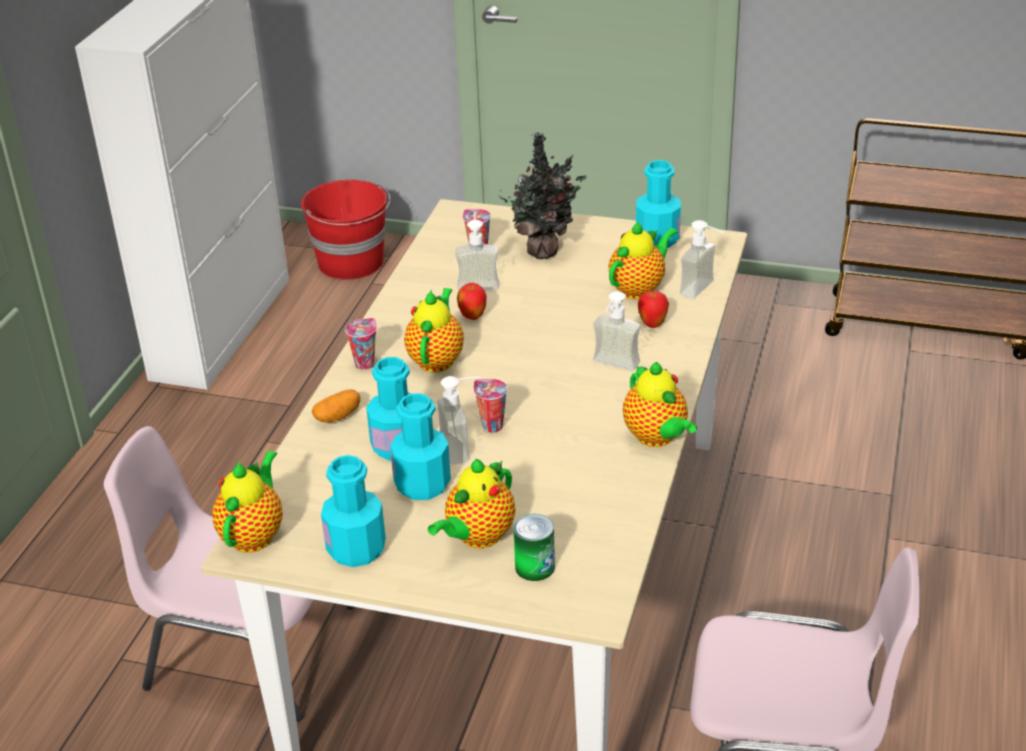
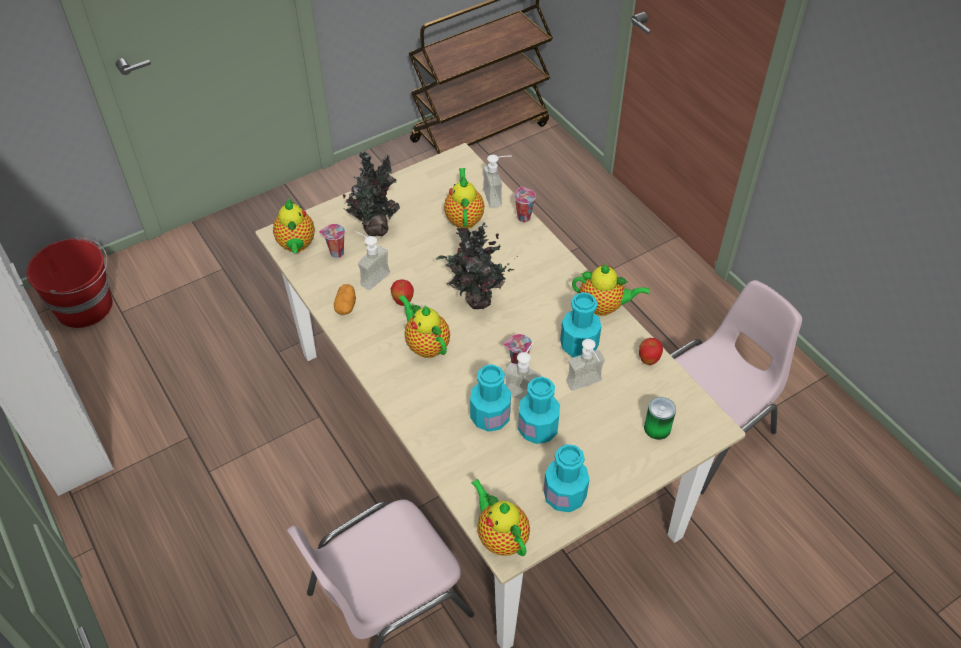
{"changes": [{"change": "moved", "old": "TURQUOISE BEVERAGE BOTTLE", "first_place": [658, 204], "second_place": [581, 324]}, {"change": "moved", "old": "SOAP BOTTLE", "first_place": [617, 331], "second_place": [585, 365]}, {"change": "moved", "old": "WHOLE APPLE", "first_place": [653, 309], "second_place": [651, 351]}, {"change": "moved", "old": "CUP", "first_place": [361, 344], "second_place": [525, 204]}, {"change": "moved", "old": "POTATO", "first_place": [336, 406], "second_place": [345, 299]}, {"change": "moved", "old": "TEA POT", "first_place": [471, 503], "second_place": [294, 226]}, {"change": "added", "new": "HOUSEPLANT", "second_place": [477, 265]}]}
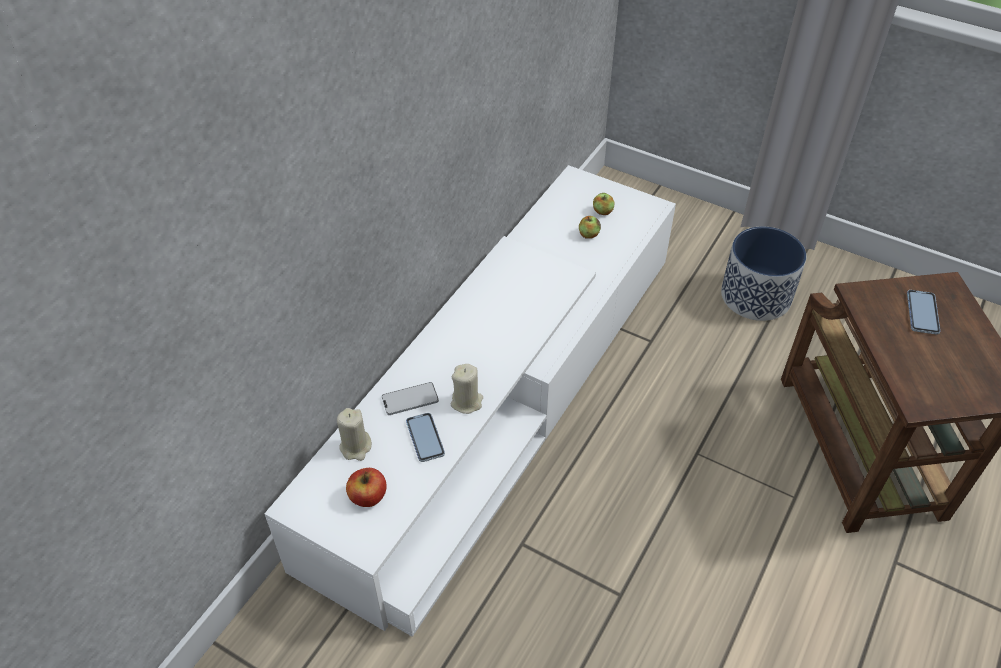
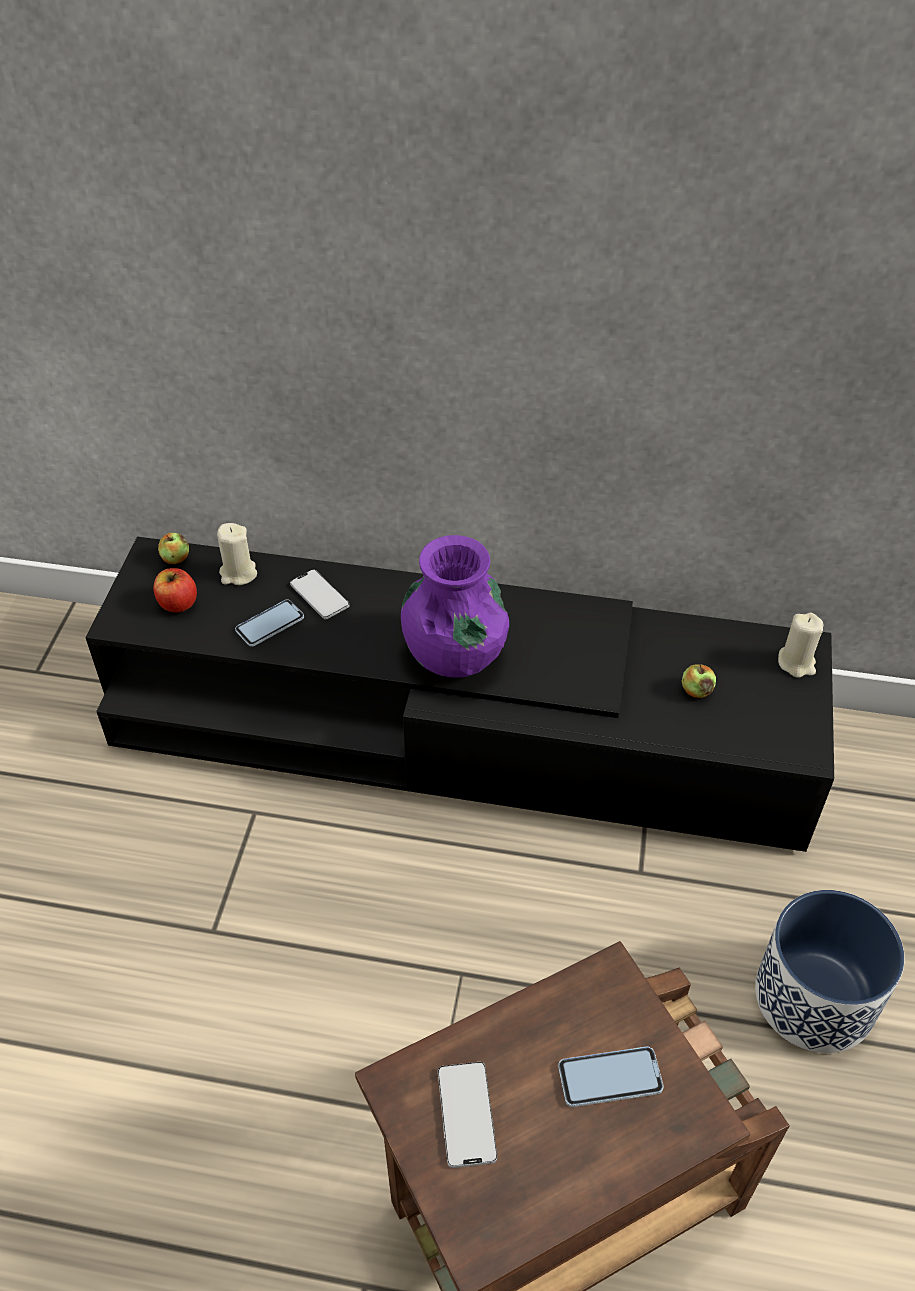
{"changes": [{"change": "recoloured", "old": "WHITE-COLOURED TV STAND", "new": "BLACKISH TV STAND", "first_place": [470, 401], "second_place": [459, 694]}, {"change": "moved", "old": "WHOLE APPLE", "first_place": [603, 204], "second_place": [173, 548]}, {"change": "moved", "old": "SAND-COLOURED CANDLE", "first_place": [467, 389], "second_place": [800, 645]}, {"change": "added", "new": "PURPLISH DECORATIVE VASE", "second_place": [455, 606]}, {"change": "added", "new": "HANDSET", "second_place": [467, 1115]}]}
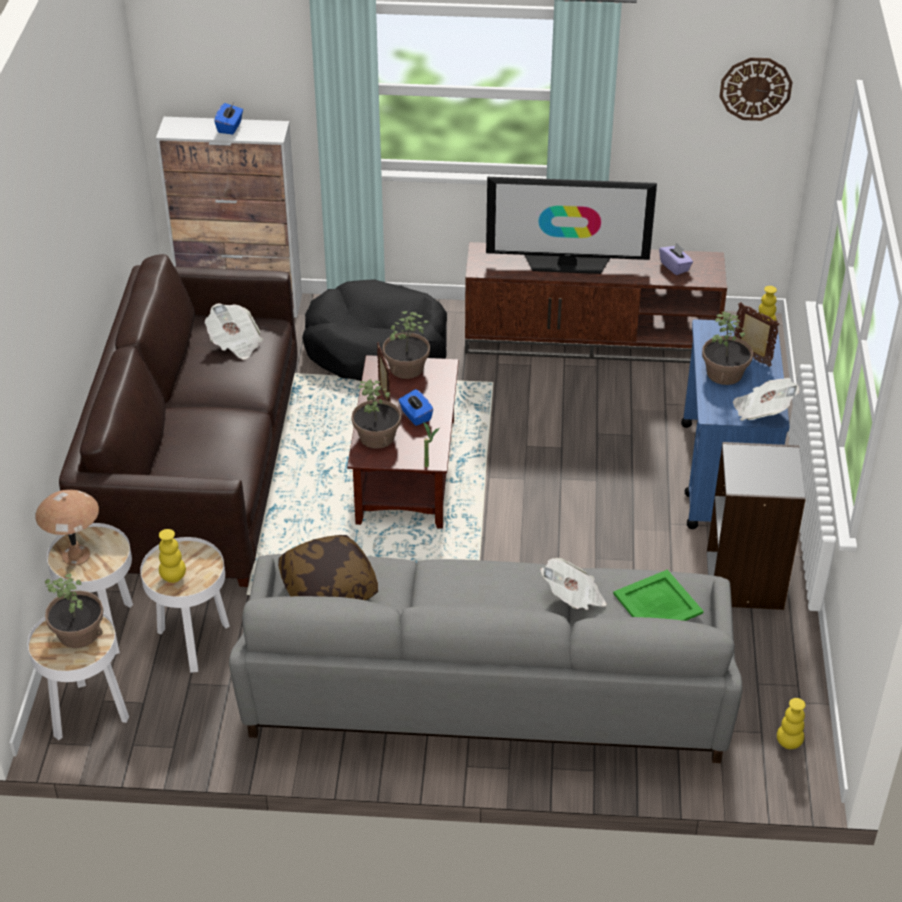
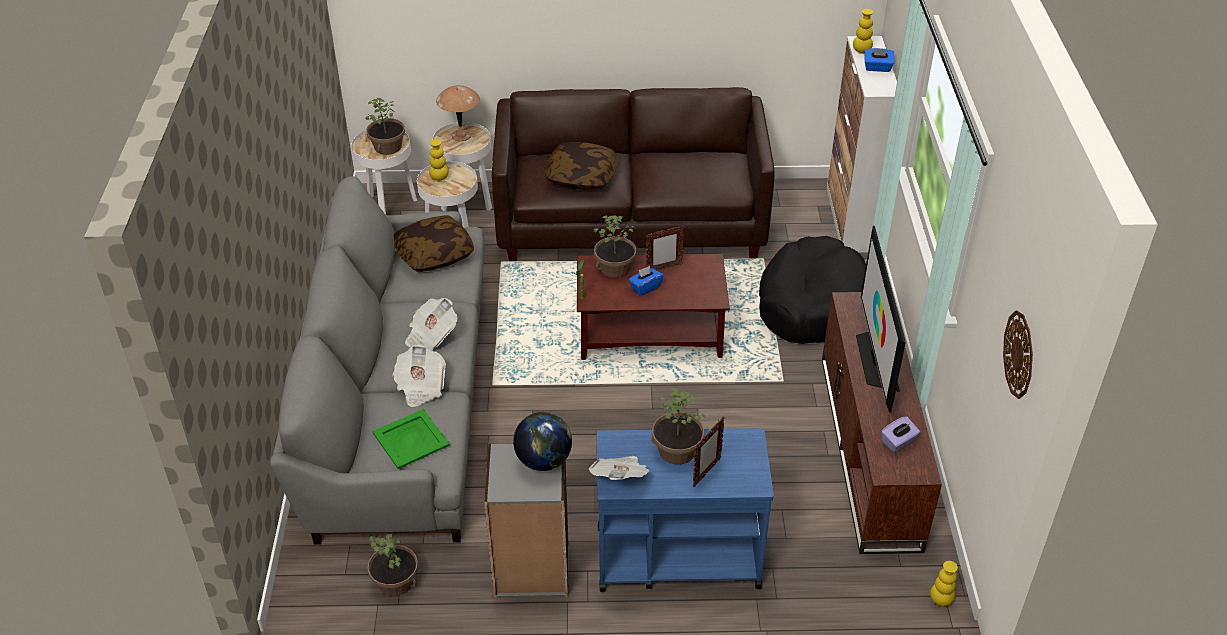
{"changes": [{"change": "moved", "old": "NEWSPAPER", "first_place": [234, 331], "second_place": [431, 324]}, {"change": "moved", "old": "HOUSEPLANT", "first_place": [406, 345], "second_place": [393, 565]}, {"change": "moved", "old": "YELLOWISH DECORATIVE VASE", "first_place": [791, 723], "second_place": [863, 31]}, {"change": "added", "new": "CUSHION", "second_place": [581, 166]}, {"change": "added", "new": "DESK GLOBE", "second_place": [542, 441]}]}
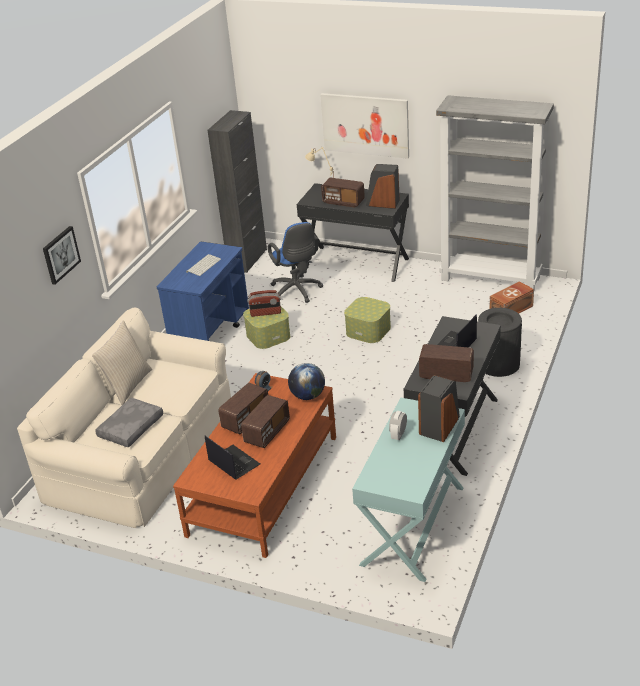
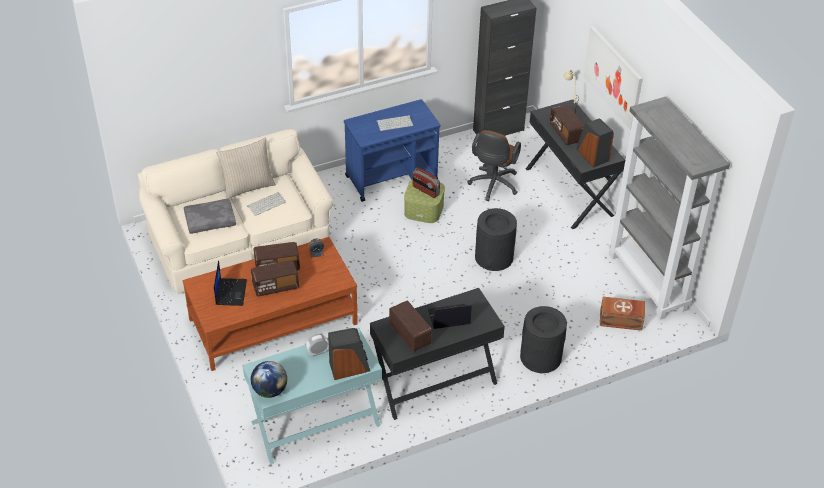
{"changes": [{"change": "recoloured", "old": "BLUISH DESK CHAIR", "new": "BROWN DESK CHAIR", "first_place": [295, 262], "second_place": [494, 165]}, {"change": "removed", "old": "WALL ART", "first_place": [62, 255]}, {"change": "replaced", "old": "STORAGE BOX", "new": "BLACKISH TRASH CAN", "first_place": [367, 320], "second_place": [496, 239]}, {"change": "moved", "old": "DESK GLOBE", "first_place": [306, 381], "second_place": [269, 379]}, {"change": "added", "new": "KEYBOARD", "second_place": [266, 204]}]}
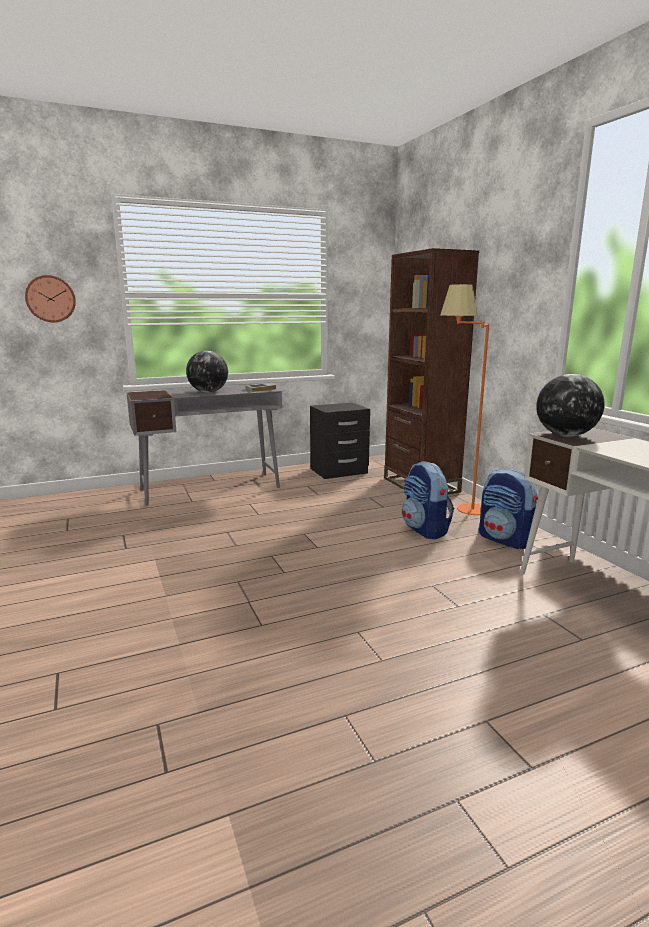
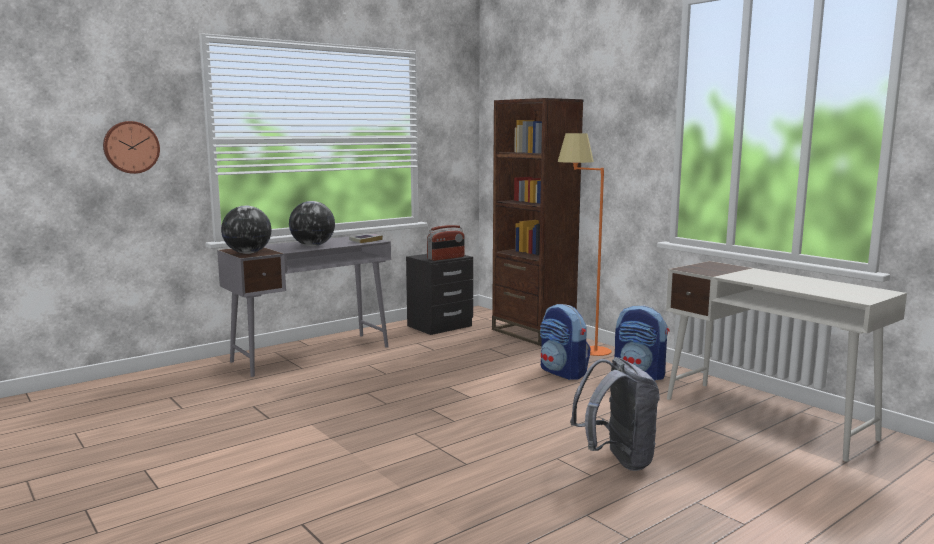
{"changes": [{"change": "moved", "old": "DESK GLOBE", "first_place": [570, 405], "second_place": [246, 230]}, {"change": "added", "new": "RADIO SET", "second_place": [446, 243]}, {"change": "added", "new": "GRAY KNAPSACK", "second_place": [615, 414]}]}
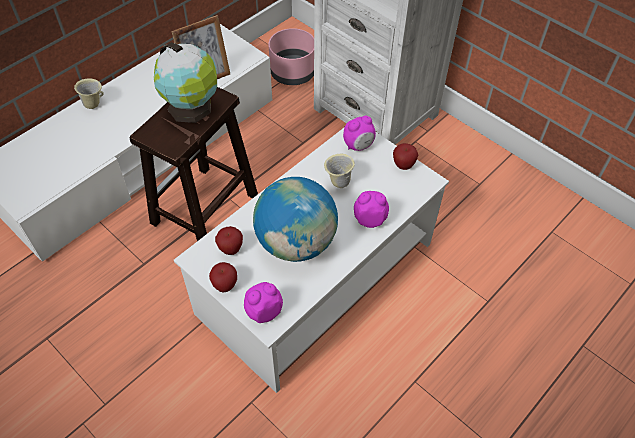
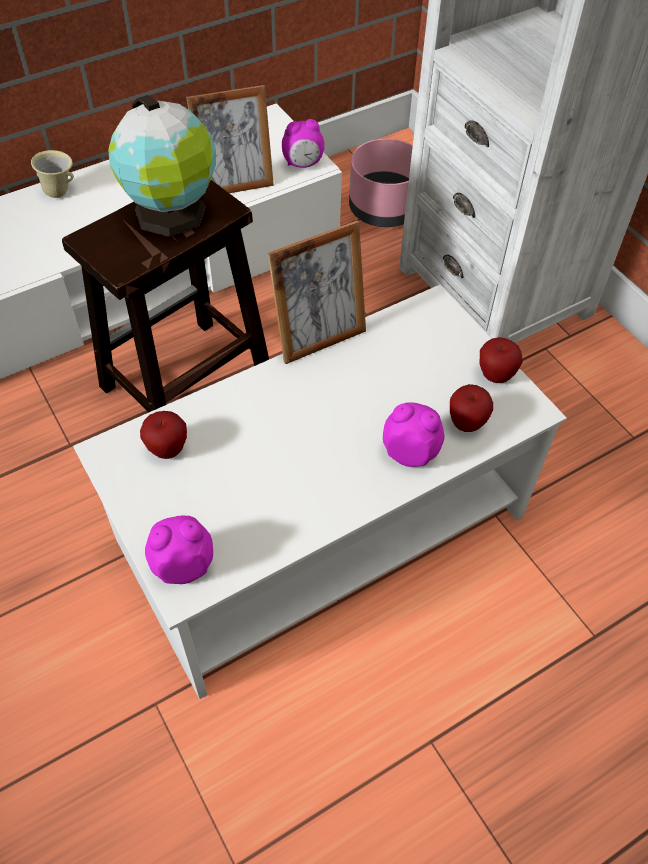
{"changes": [{"change": "moved", "old": "ALARM CLOCK", "first_place": [359, 133], "second_place": [303, 143]}, {"change": "removed", "old": "SAND-COLOURED COFFEE MUG", "first_place": [339, 171]}, {"change": "removed", "old": "DESK GLOBE", "first_place": [295, 219]}, {"change": "moved", "old": "WHOLE APPLE", "first_place": [223, 277], "second_place": [471, 408]}, {"change": "added", "new": "STANDING FRAME", "second_place": [317, 292]}]}
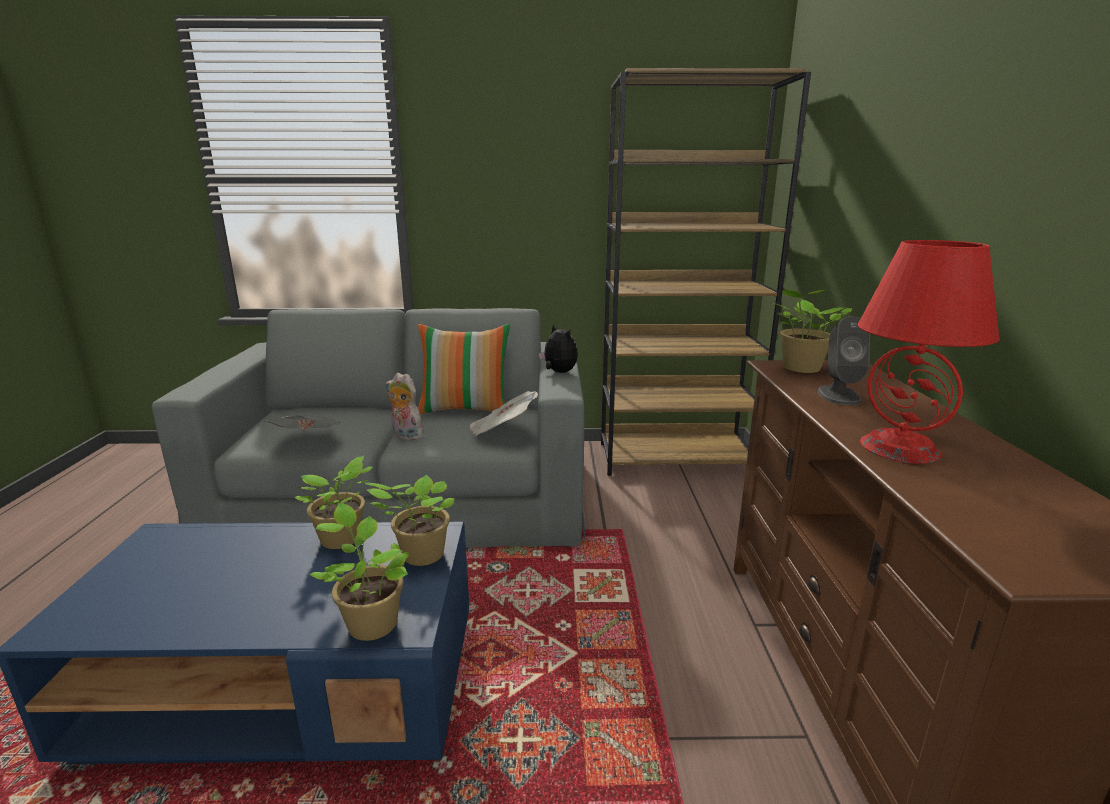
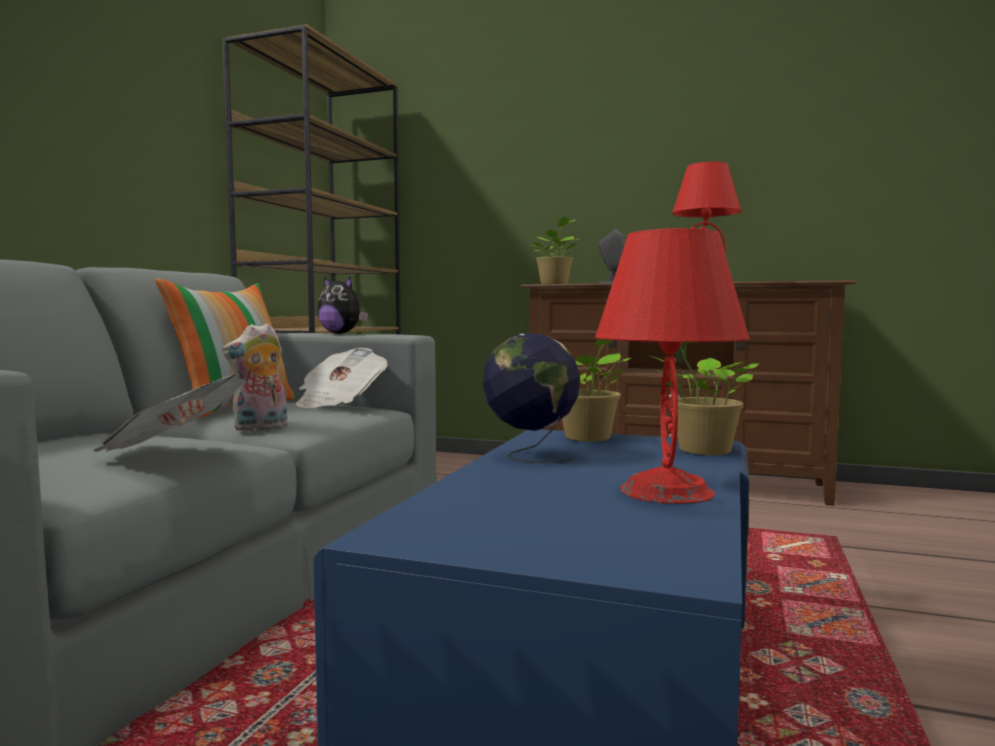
{"changes": [{"change": "turned", "old": "SOFT TOY", "first_place": [558, 348], "second_place": [342, 305], "degrees": -135}, {"change": "replaced", "old": "HOUSEPLANT", "new": "DESK GLOBE", "first_place": [333, 502], "second_place": [531, 398]}, {"change": "added", "new": "RED LAMP FOR A TABLE", "second_place": [672, 366]}]}
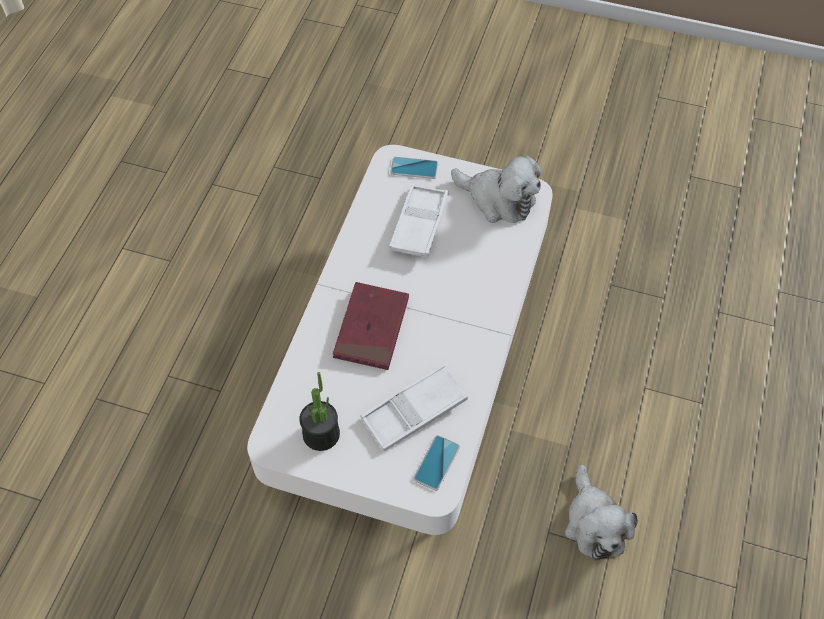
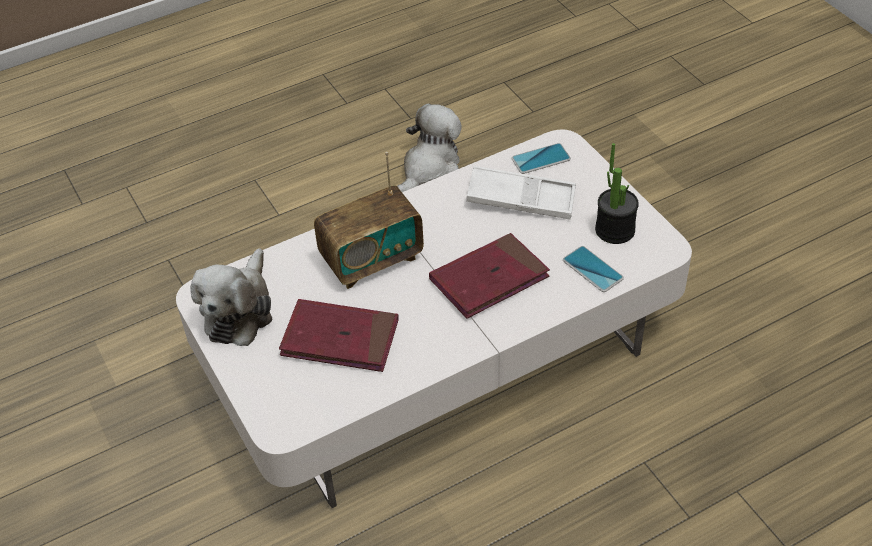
{"changes": [{"change": "turned", "old": "SOFT TOY", "first_place": [496, 189], "second_place": [231, 297], "degrees": -150}, {"change": "moved", "old": "HANDSET", "first_place": [414, 168], "second_place": [593, 269]}, {"change": "replaced", "old": "WHITE-COLOURED TRAY", "new": "RED BOOK", "first_place": [419, 221], "second_place": [339, 335]}, {"change": "added", "new": "RADIO SET", "second_place": [369, 220]}]}
